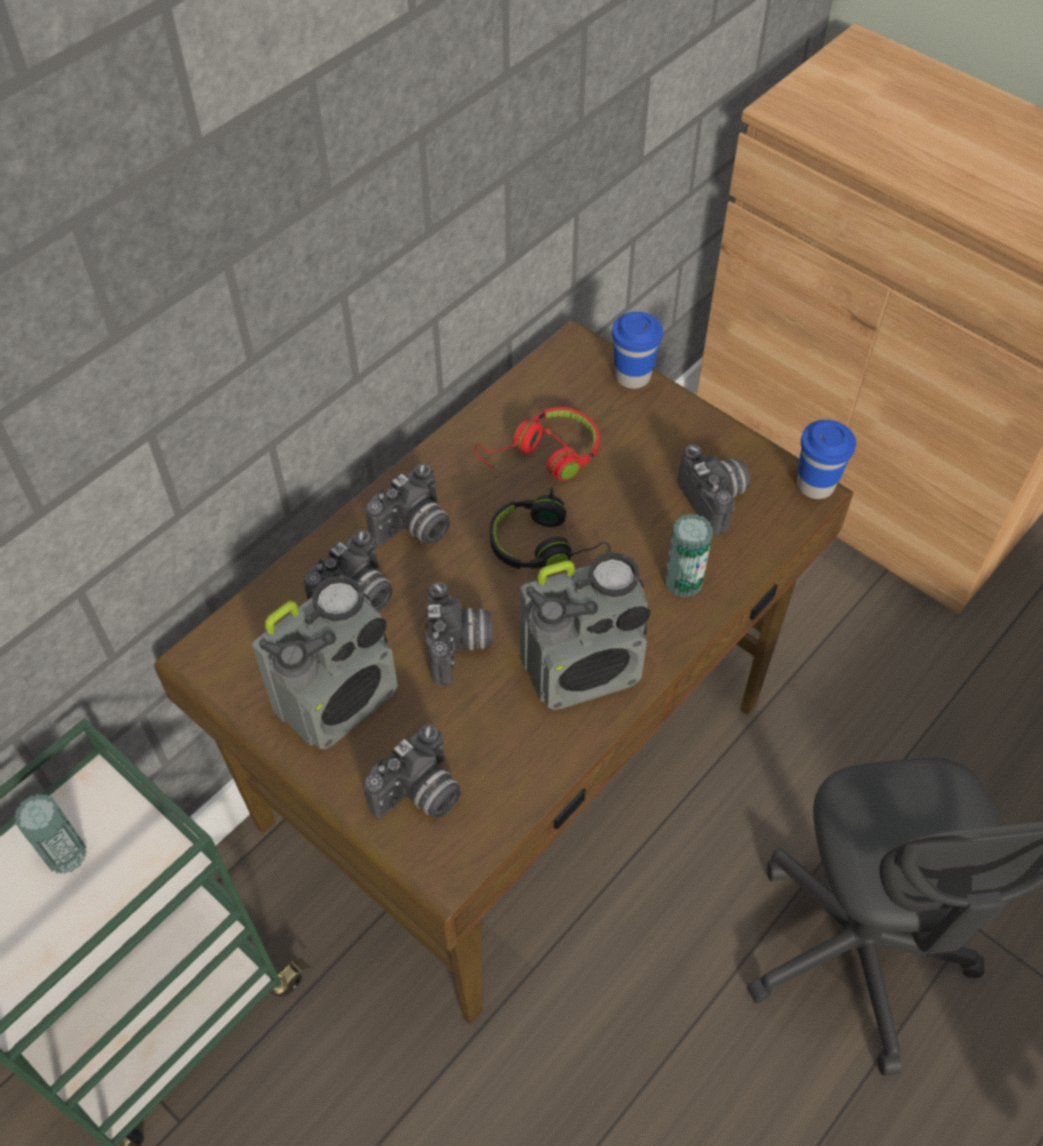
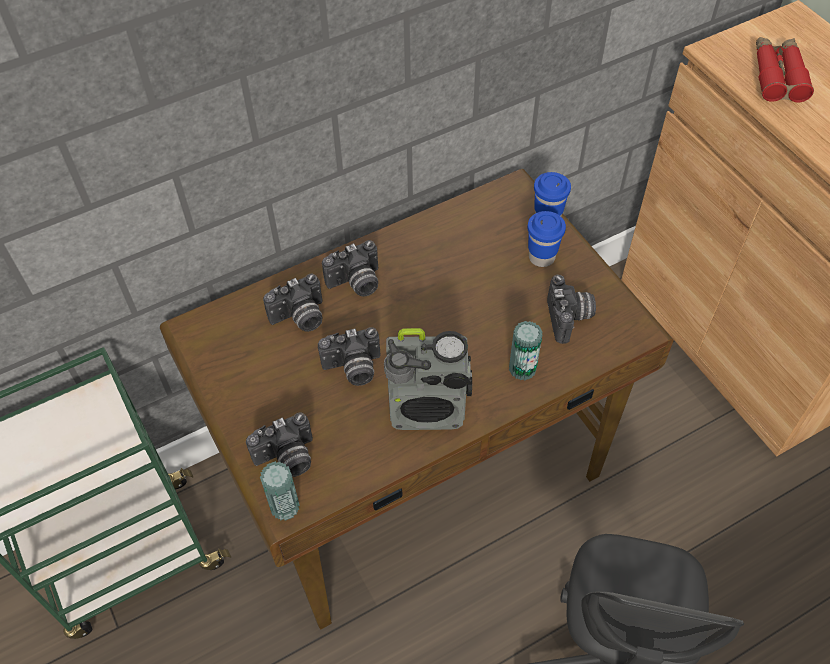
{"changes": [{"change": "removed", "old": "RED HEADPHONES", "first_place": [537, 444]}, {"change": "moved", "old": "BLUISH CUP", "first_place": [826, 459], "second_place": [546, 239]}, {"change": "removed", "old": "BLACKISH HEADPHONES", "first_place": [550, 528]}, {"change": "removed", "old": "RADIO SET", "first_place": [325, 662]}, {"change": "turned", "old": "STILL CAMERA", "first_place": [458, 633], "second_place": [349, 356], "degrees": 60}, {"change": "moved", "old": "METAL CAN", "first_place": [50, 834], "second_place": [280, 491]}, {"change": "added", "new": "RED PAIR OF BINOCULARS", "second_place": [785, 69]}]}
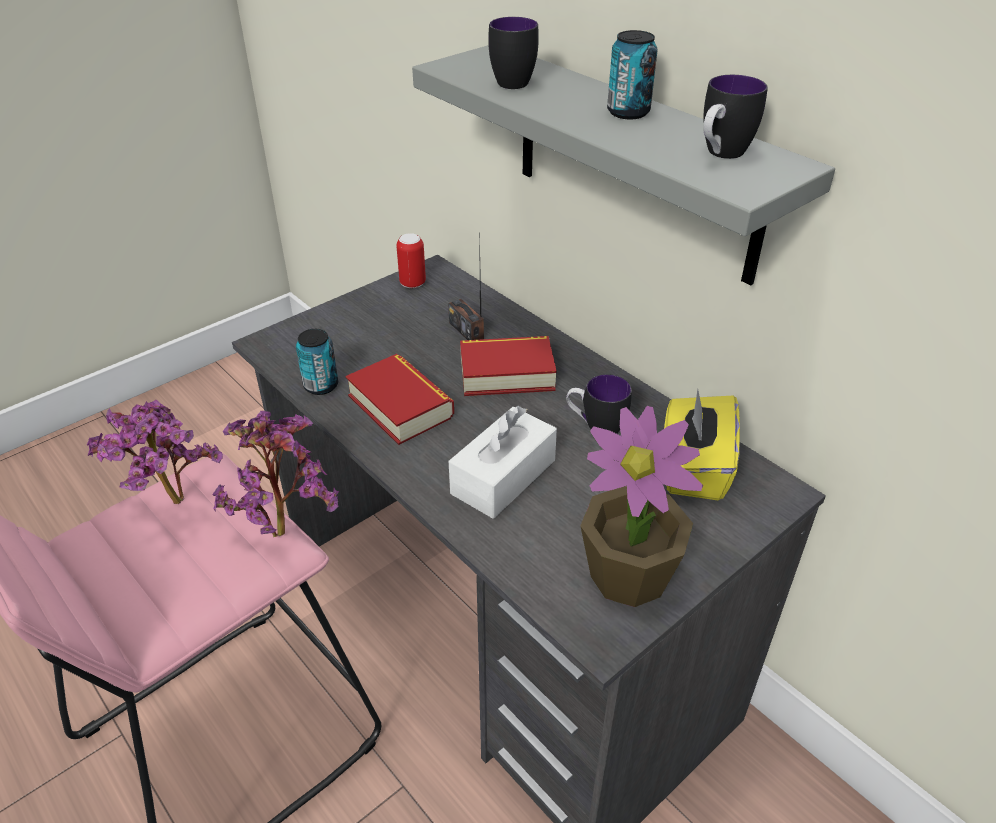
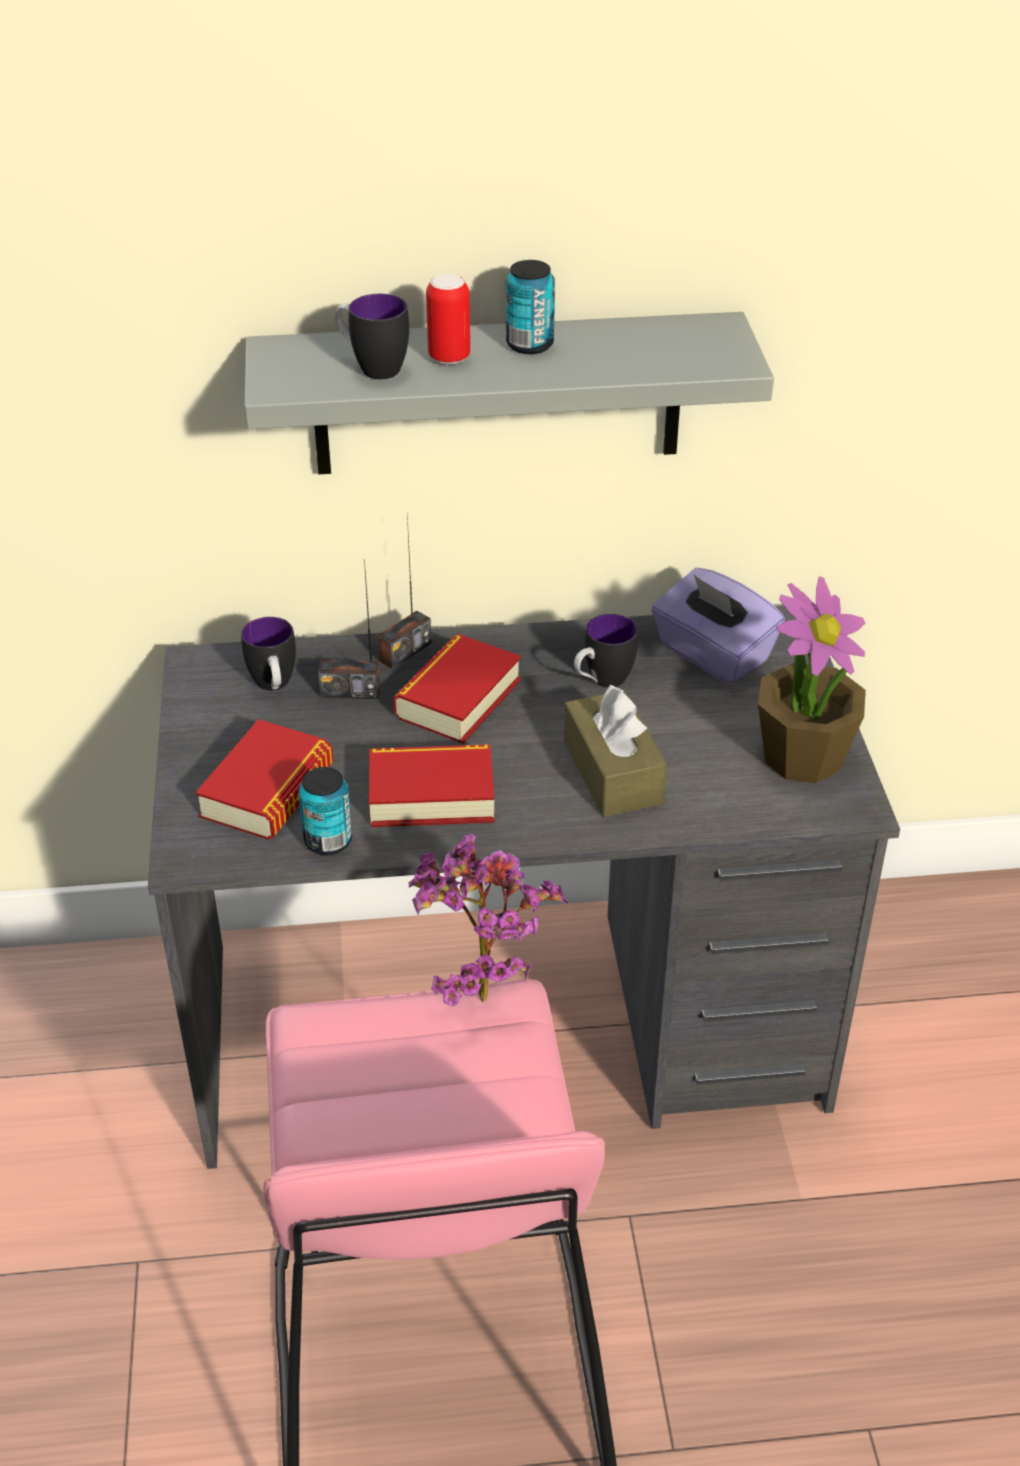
{"changes": [{"change": "moved", "old": "COFFEE MUG", "first_place": [735, 117], "second_place": [268, 654]}, {"change": "moved", "old": "METAL CAN", "first_place": [411, 260], "second_place": [448, 319]}, {"change": "recoloured", "old": "YELLOWISH BOX OF TISSUES", "new": "PURPLISH BOX OF TISSUES", "first_place": [702, 444], "second_place": [718, 626]}, {"change": "removed", "old": "HOUSEPLANT", "first_place": [155, 452]}, {"change": "recoloured", "old": "WHITE-COLOURED BOX OF TISSUES", "new": "BROWN BOX OF TISSUES", "first_place": [503, 462], "second_place": [615, 750]}, {"change": "added", "new": "RADIO SET", "second_place": [404, 591]}, {"change": "added", "new": "BOOK", "second_place": [264, 779]}]}
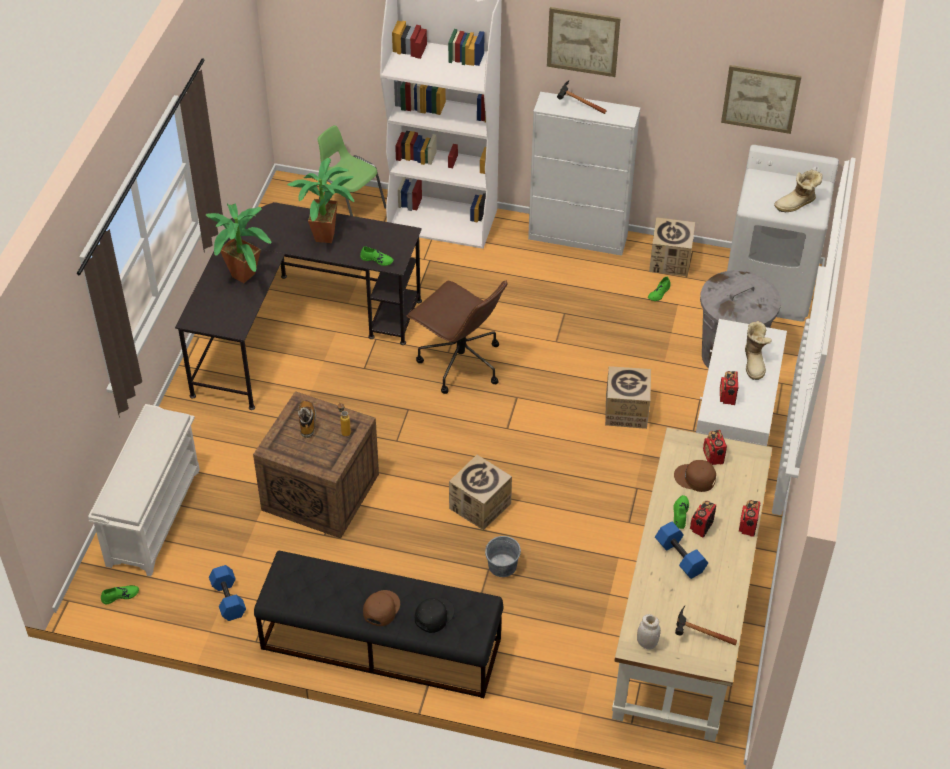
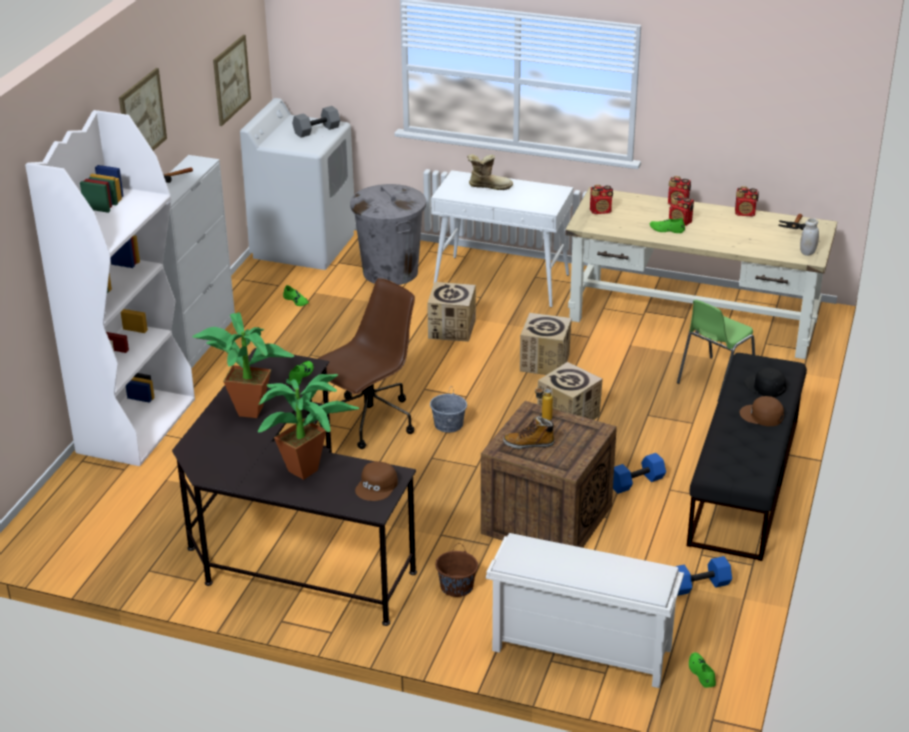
{"changes": [{"change": "moved", "old": "GREENISH PLAIN CHAIR", "first_place": [351, 170], "second_place": [716, 350]}, {"change": "replaced", "old": "TALL BOOT", "new": "GRAY HAND WEIGHT", "first_place": [798, 190], "second_place": [316, 122]}, {"change": "moved", "old": "CARDBOARD BOX", "first_place": [672, 246], "second_place": [546, 344]}, {"change": "moved", "old": "RADIO SET", "first_place": [729, 388], "second_place": [747, 201]}, {"change": "moved", "old": "BROWN BASEBALL CAP", "first_place": [695, 476], "second_place": [376, 481]}, {"change": "moved", "old": "BLUISH HAND WEIGHT", "first_place": [681, 550], "second_place": [639, 473]}, {"change": "moved", "old": "GRAY PAIL", "first_place": [503, 556], "second_place": [448, 409]}, {"change": "added", "new": "BROWN PAIL", "second_place": [456, 570]}]}
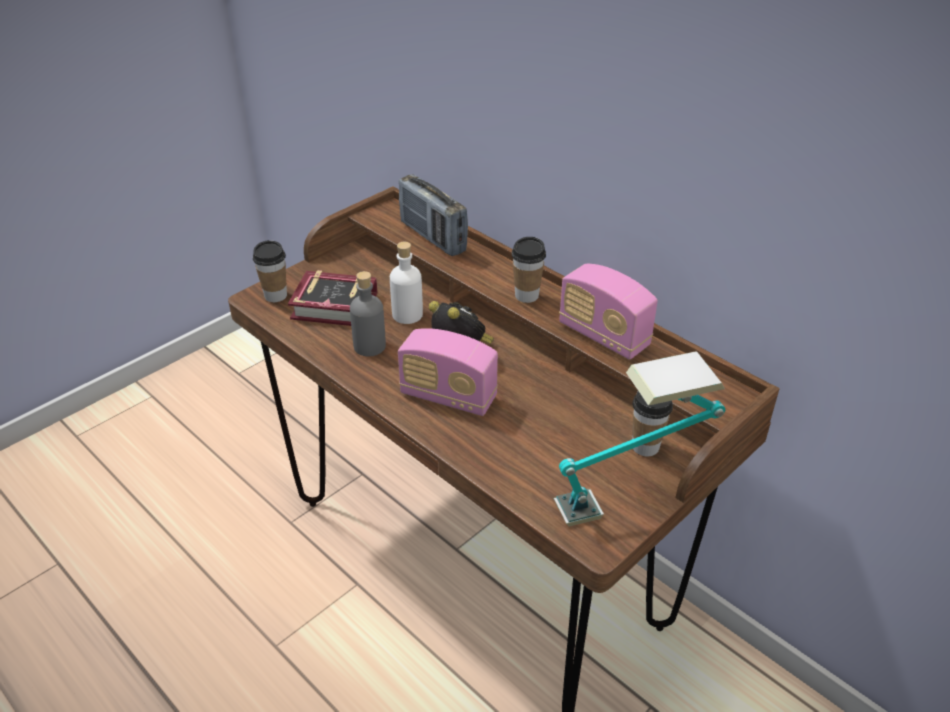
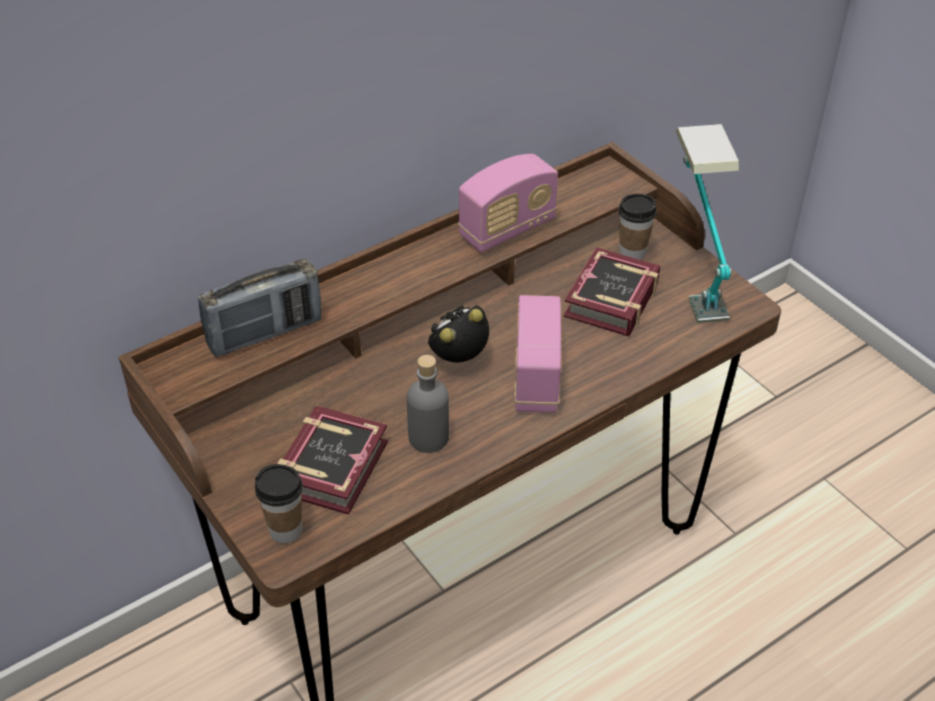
{"changes": [{"change": "removed", "old": "CUP", "first_place": [528, 270]}, {"change": "removed", "old": "WHITE-COLOURED BEVERAGE BOTTLE", "first_place": [406, 283]}, {"change": "turned", "old": "RADIO SET", "first_place": [448, 372], "second_place": [537, 354], "degrees": 150}, {"change": "added", "new": "BOOK", "second_place": [612, 292]}]}
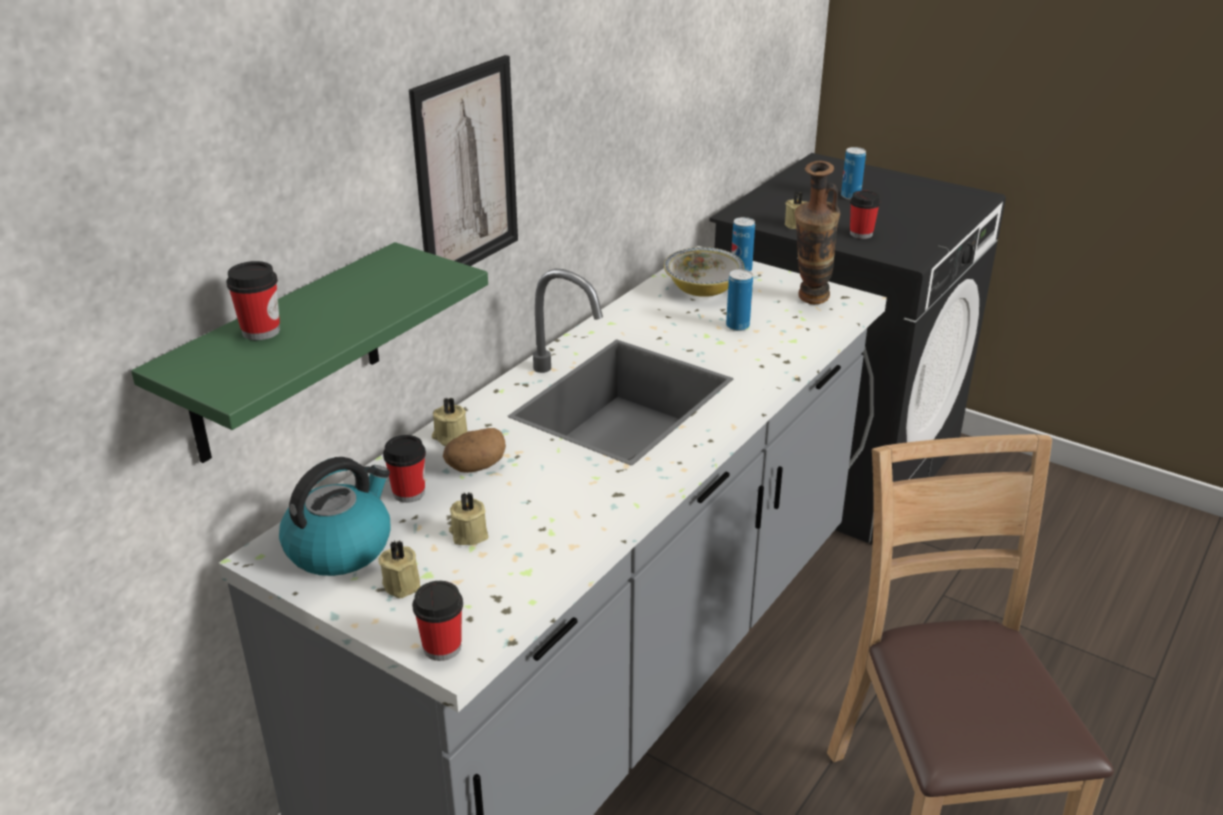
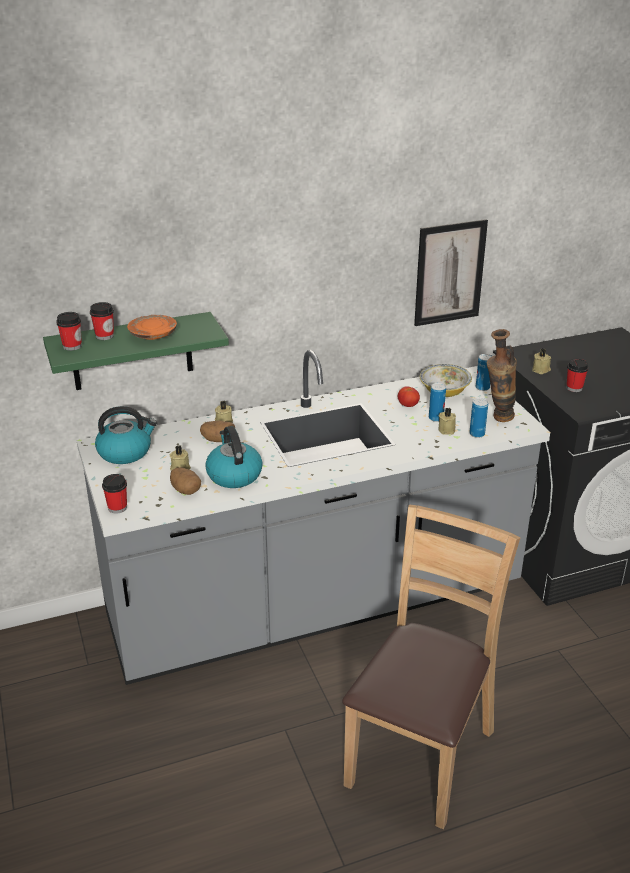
{"changes": [{"change": "moved", "old": "WALL ART", "first_place": [463, 160], "second_place": [451, 272]}, {"change": "moved", "old": "METAL CAN", "first_place": [853, 173], "second_place": [478, 418]}, {"change": "moved", "old": "CUP", "first_place": [404, 469], "second_place": [69, 331]}, {"change": "moved", "old": "SAND-COLOURED CANDLE", "first_place": [399, 569], "second_place": [447, 421]}, {"change": "added", "new": "ORANGEY DINNER PLATE", "second_place": [152, 327]}, {"change": "added", "new": "TOMATO", "second_place": [409, 396]}, {"change": "added", "new": "KETTLE", "second_place": [234, 457]}, {"change": "added", "new": "POTATO", "second_place": [185, 481]}]}
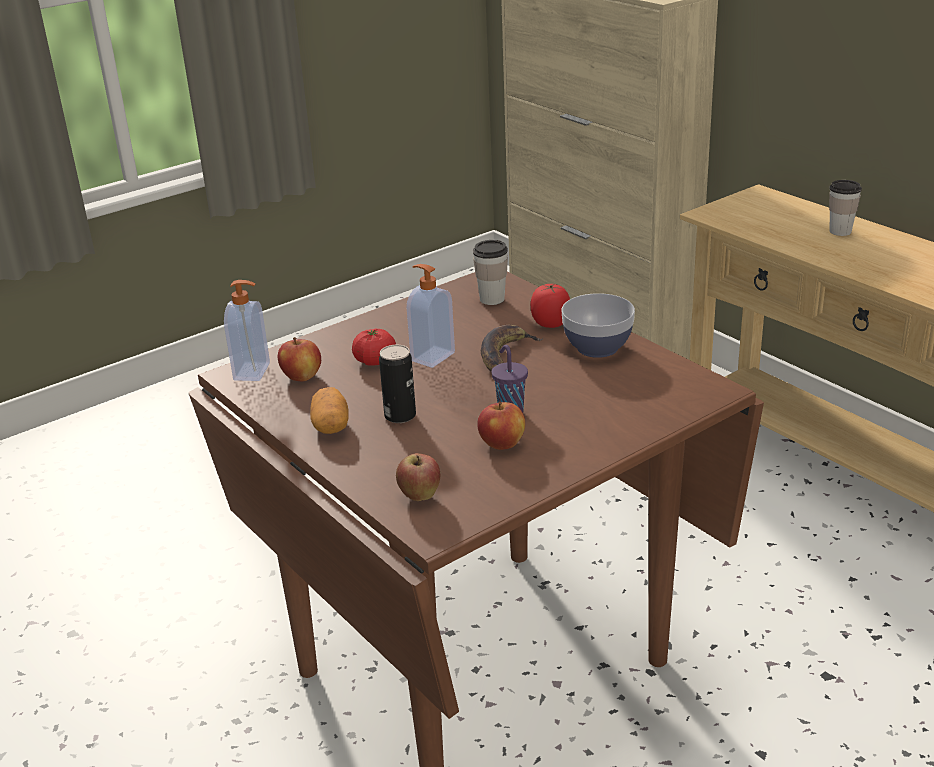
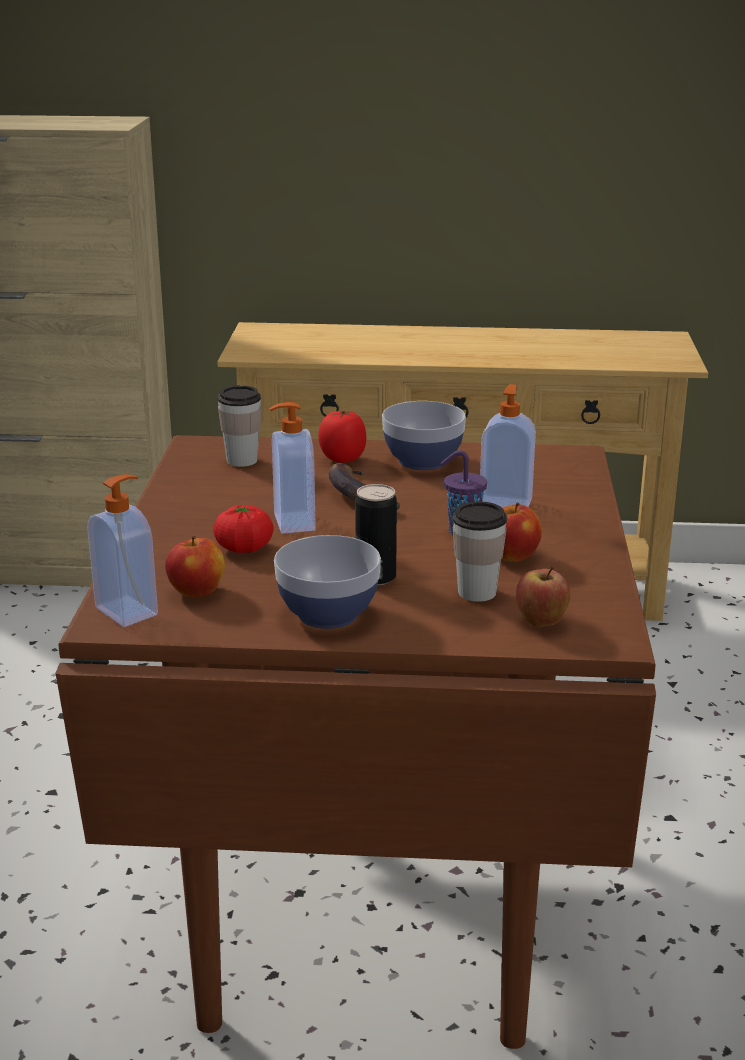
{"changes": [{"change": "moved", "old": "CUP", "first_place": [845, 208], "second_place": [479, 551]}, {"change": "replaced", "old": "POTATO", "new": "DEEP DISH", "first_place": [329, 410], "second_place": [327, 582]}, {"change": "added", "new": "SOAP BOTTLE", "second_place": [508, 446]}]}
